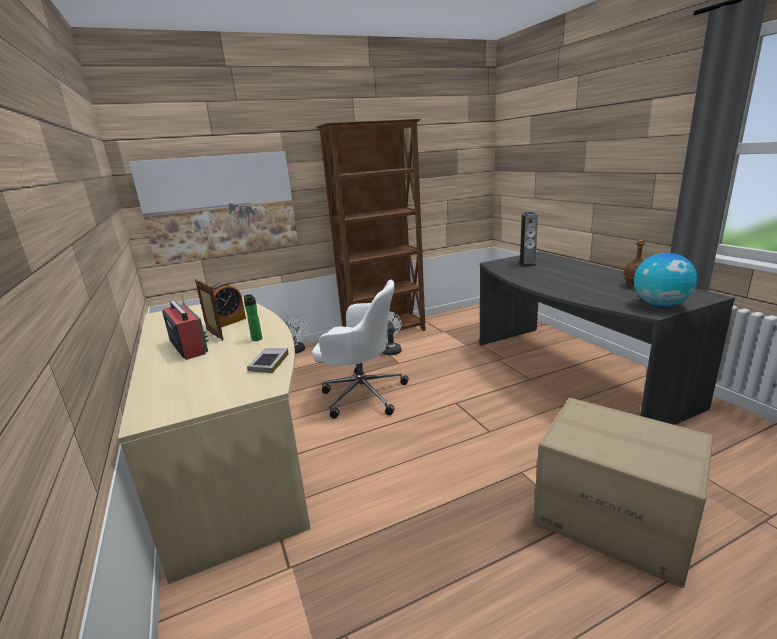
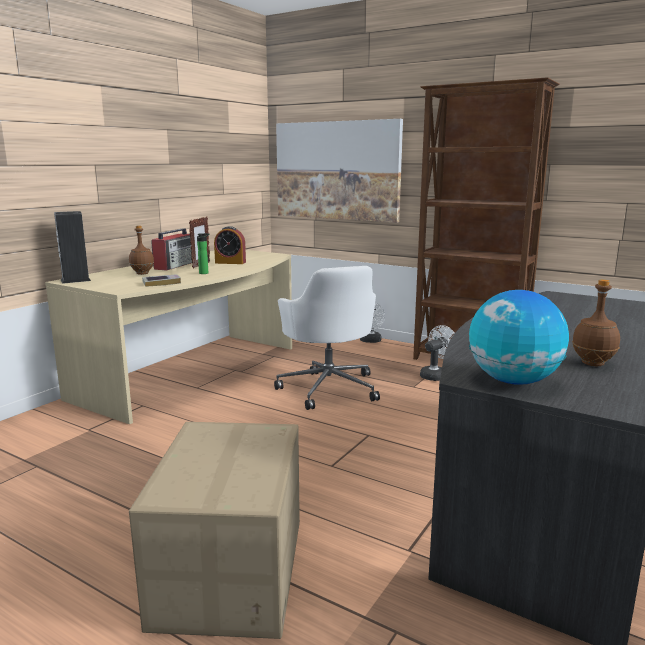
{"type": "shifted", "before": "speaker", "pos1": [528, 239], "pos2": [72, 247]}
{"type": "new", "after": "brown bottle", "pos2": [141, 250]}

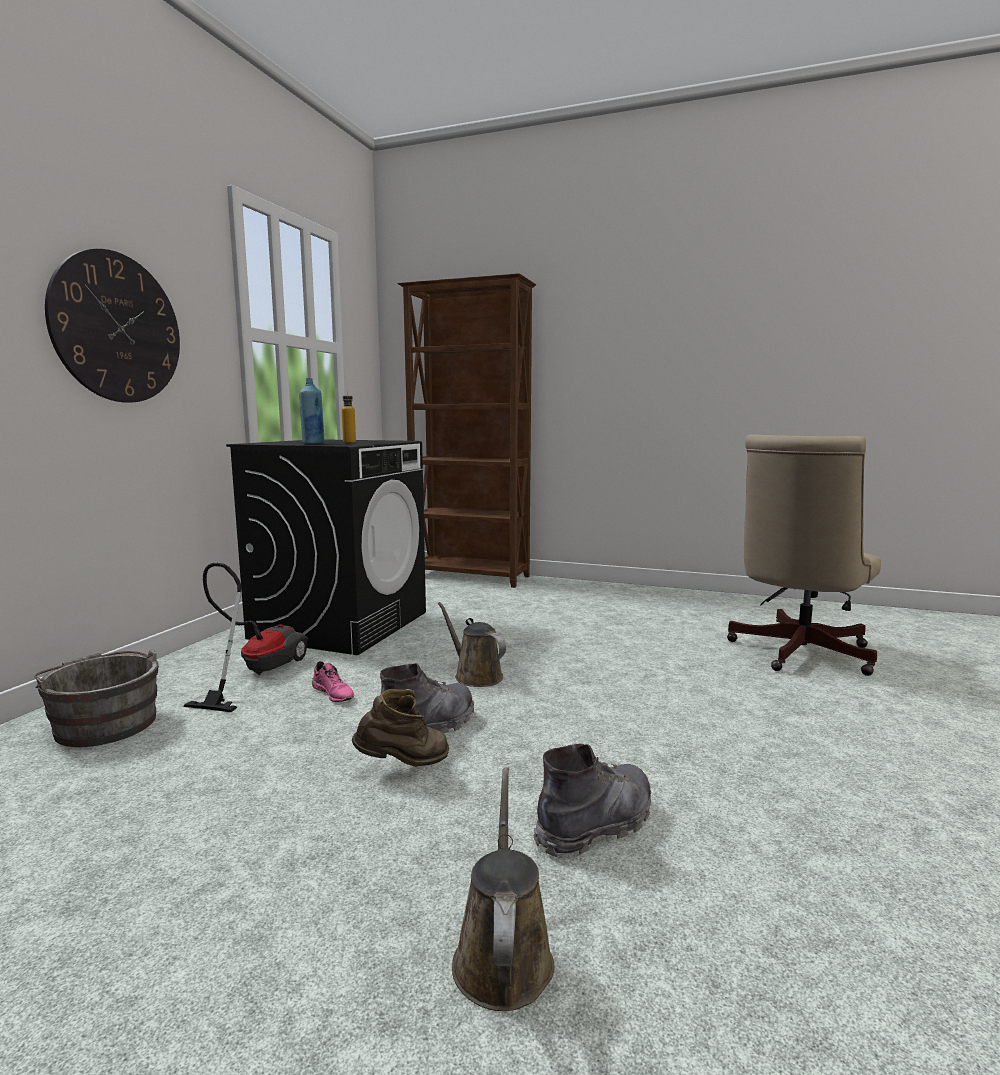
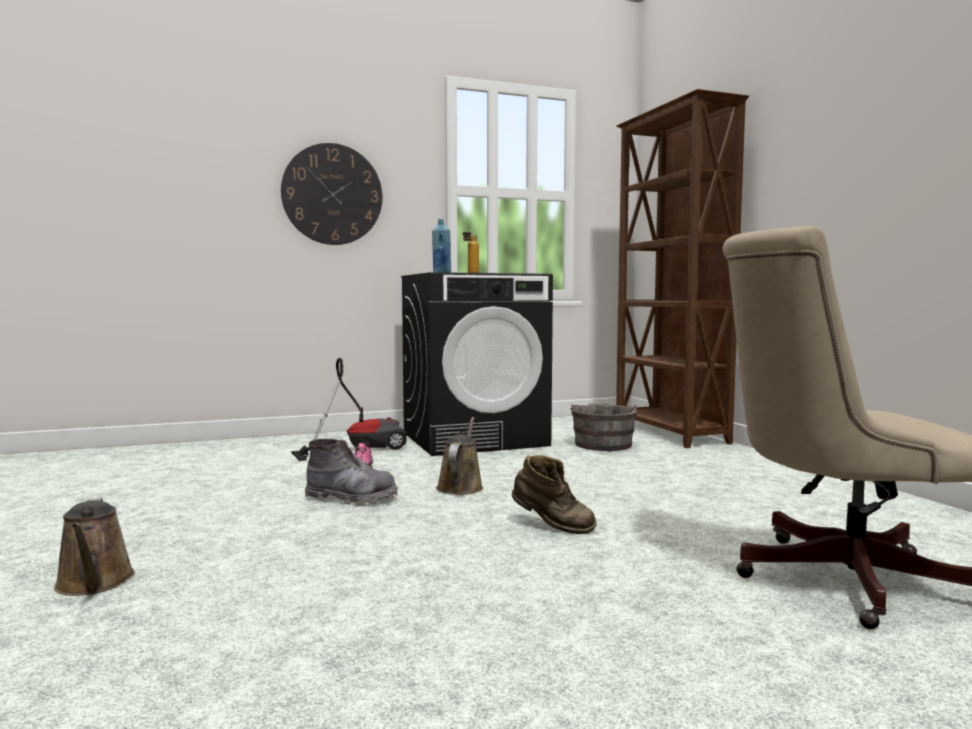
{"type": "rotated", "before": "brown watering can", "pos1": [503, 889], "pos2": [94, 547], "turn": 105}
{"type": "shifted", "before": "brown boot", "pos1": [400, 728], "pos2": [554, 494]}
{"type": "shifted", "before": "grey bucket", "pos1": [96, 698], "pos2": [603, 427]}
{"type": "gone", "before": "grey boot", "pos1": [592, 801]}

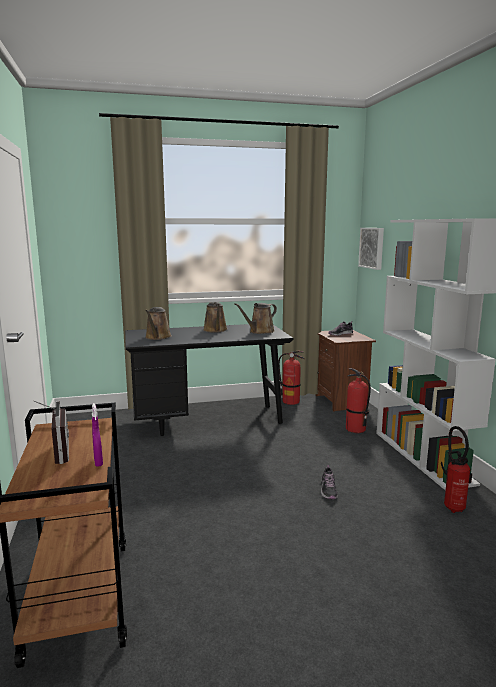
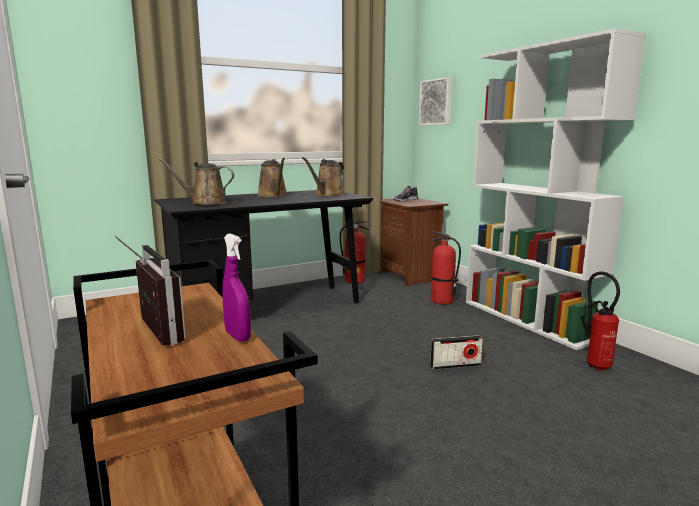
{"type": "rotated", "before": "brown watering can", "pos1": [158, 323], "pos2": [196, 181], "turn": 105}
{"type": "swapped", "before": "shoe", "after": "radio", "pos1": [329, 482], "pos2": [456, 352]}

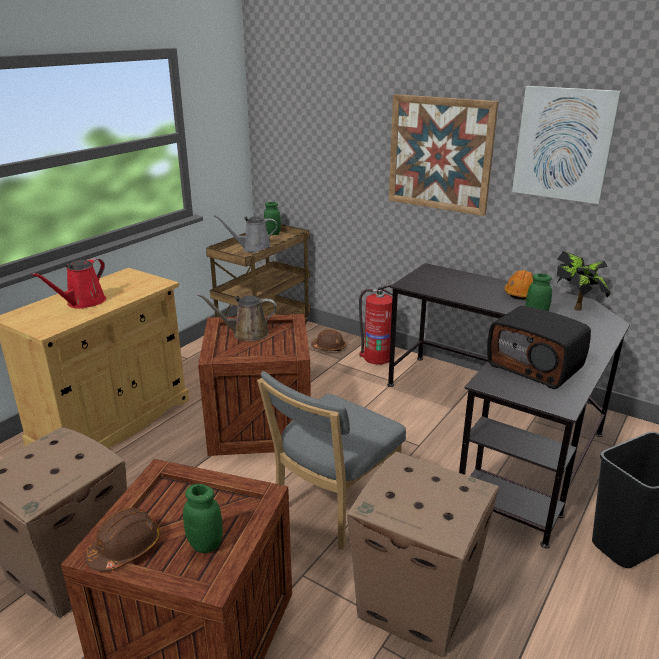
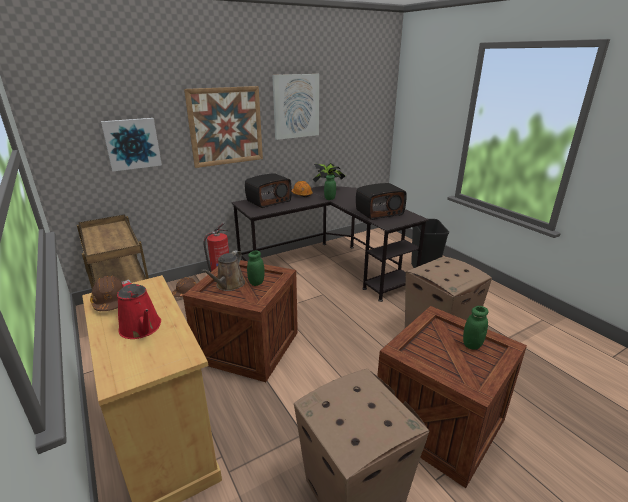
{"type": "shifted", "before": "brown hard hat", "pos1": [122, 540], "pos2": [106, 293]}
{"type": "new", "after": "picture", "pos2": [131, 144]}
{"type": "new", "after": "radio", "pos2": [268, 190]}
{"type": "shifted", "before": "green jar", "pos1": [272, 218], "pos2": [256, 268]}
{"type": "gone", "before": "grey watering can", "pos1": [246, 234]}
{"type": "gone", "before": "grey chair", "pos1": [331, 460]}

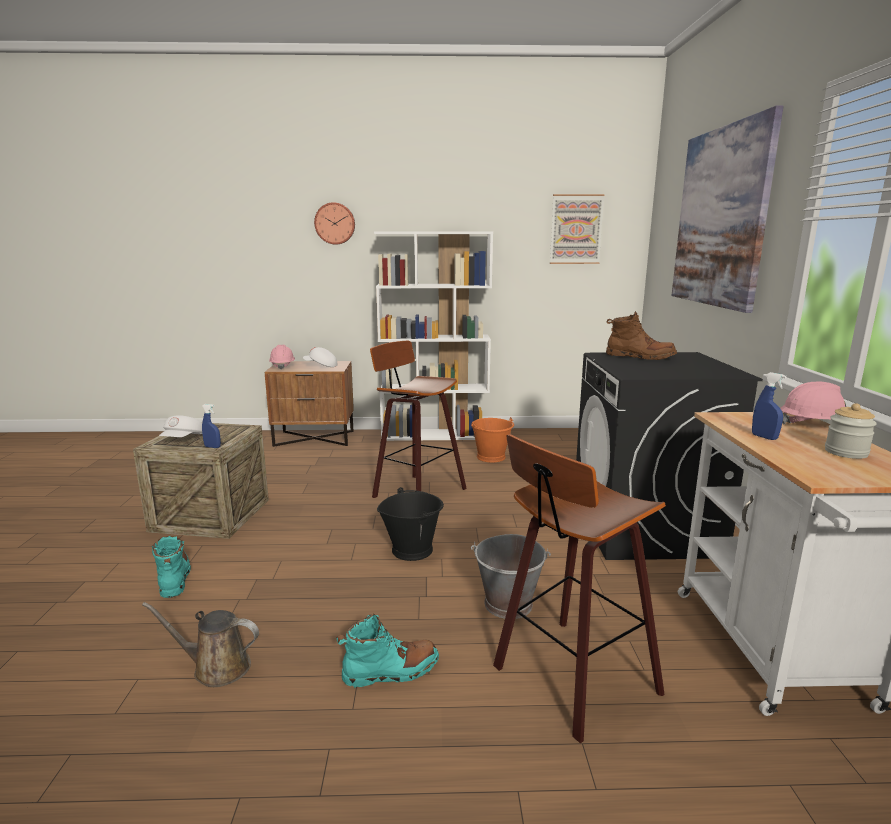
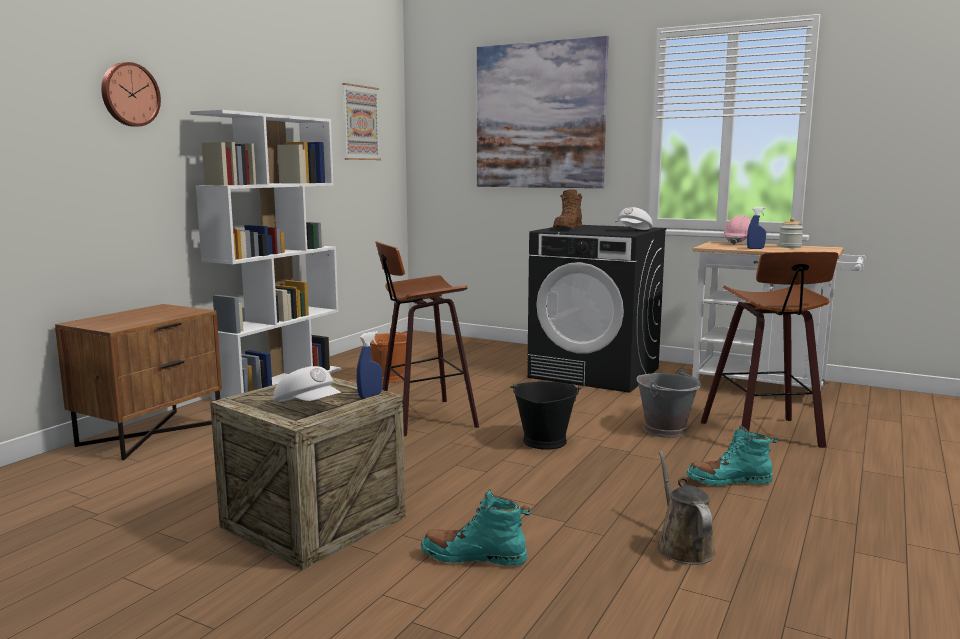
{"type": "rotated", "before": "brown boot", "pos1": [641, 335], "pos2": [567, 209], "turn": 150}
{"type": "shifted", "before": "white cap", "pos1": [320, 357], "pos2": [634, 218]}
{"type": "rotated", "before": "brown watering can", "pos1": [200, 644], "pos2": [686, 508], "turn": 135}
{"type": "rotated", "before": "turquoise boot", "pos1": [387, 651], "pos2": [732, 455], "turn": -105}
{"type": "gone", "before": "pink hard hat", "pos1": [282, 357]}

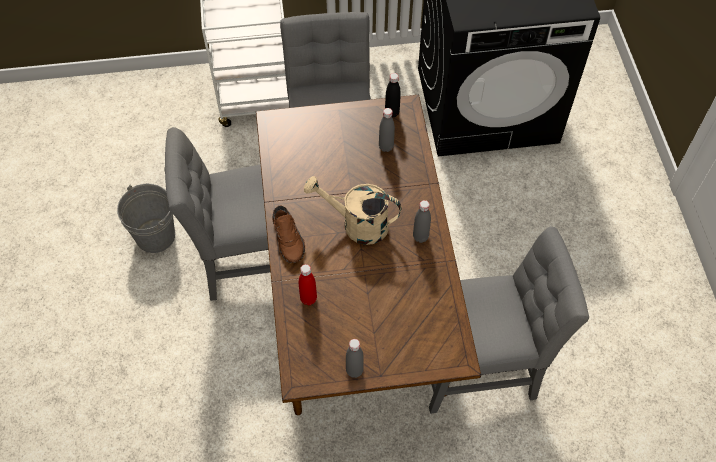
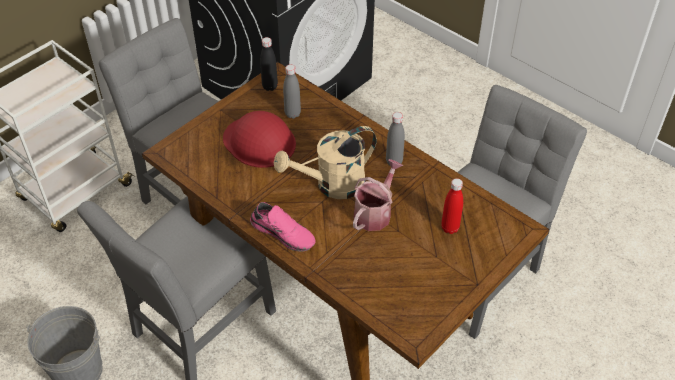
{"type": "new", "after": "red hard hat", "pos2": [259, 139]}
{"type": "repainted", "before": "brown shoe", "after": "pink shoe", "pos1": [289, 234], "pos2": [283, 227]}
{"type": "new", "after": "watering can", "pos2": [378, 195]}
{"type": "shifted", "before": "red bottle", "pos1": [308, 284], "pos2": [452, 206]}
{"type": "gone", "before": "grey bottle", "pos1": [355, 358]}

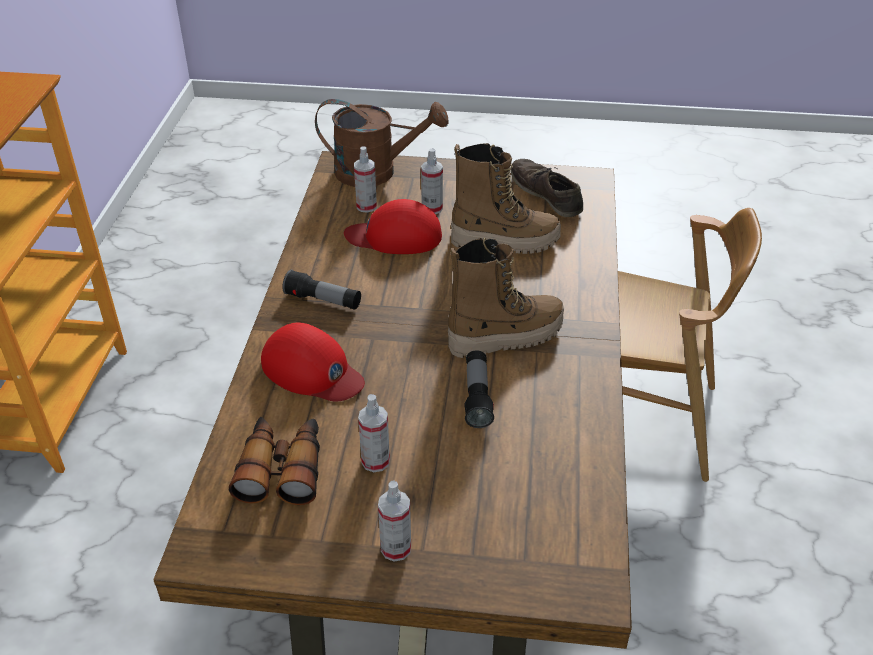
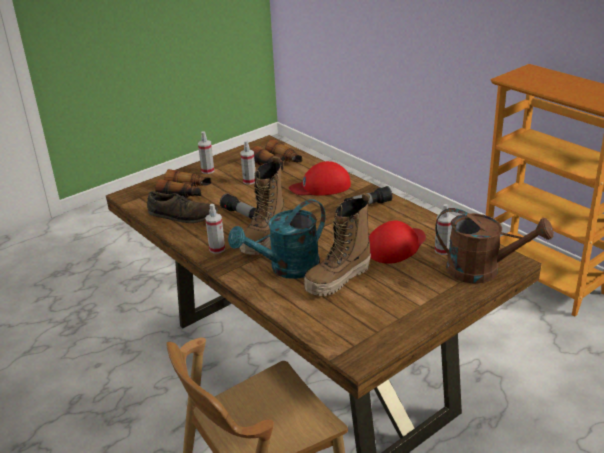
{"type": "shifted", "before": "brown shoe", "pos1": [547, 188], "pos2": [182, 207]}
{"type": "new", "after": "binoculars", "pos2": [183, 183]}
{"type": "shifted", "before": "spray bottle", "pos1": [432, 181], "pos2": [215, 229]}
{"type": "new", "after": "turquoise watering can", "pos2": [276, 239]}
{"type": "rotated", "before": "brown watering can", "pos1": [381, 143], "pos2": [494, 246], "turn": -120}

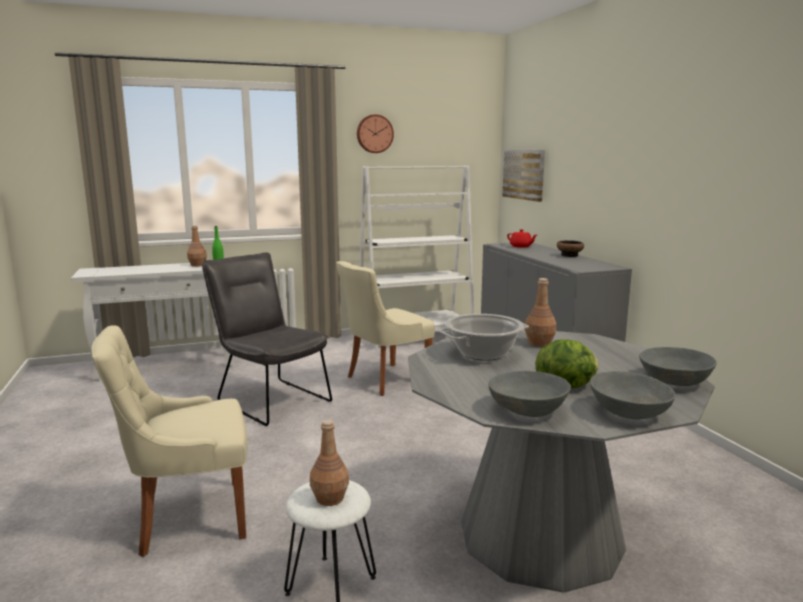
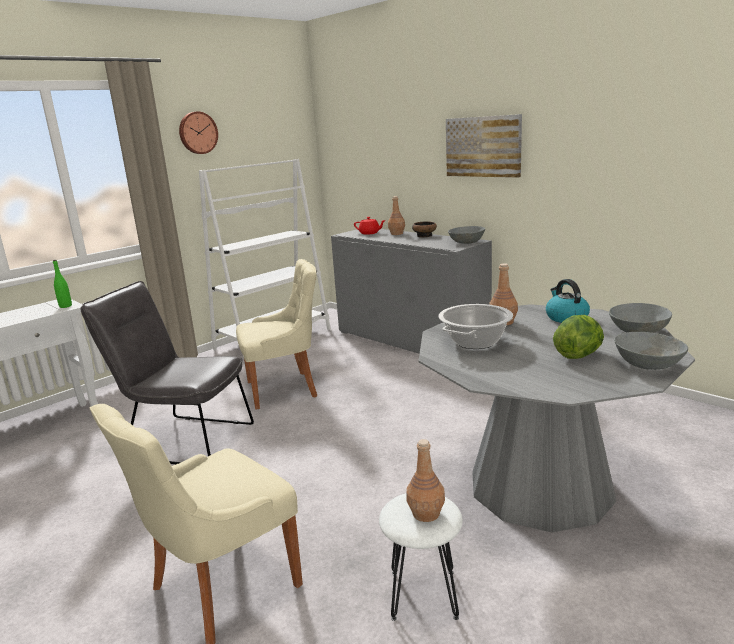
{"type": "rotated", "before": "beige chair", "pos1": [385, 328], "pos2": [276, 334], "turn": -135}
{"type": "shifted", "before": "brown bottle", "pos1": [197, 246], "pos2": [396, 215]}
{"type": "shifted", "before": "picture", "pos1": [523, 176], "pos2": [484, 146]}
{"type": "shifted", "before": "grey bowl", "pos1": [530, 394], "pos2": [466, 235]}
{"type": "new", "after": "kettle", "pos2": [568, 301]}

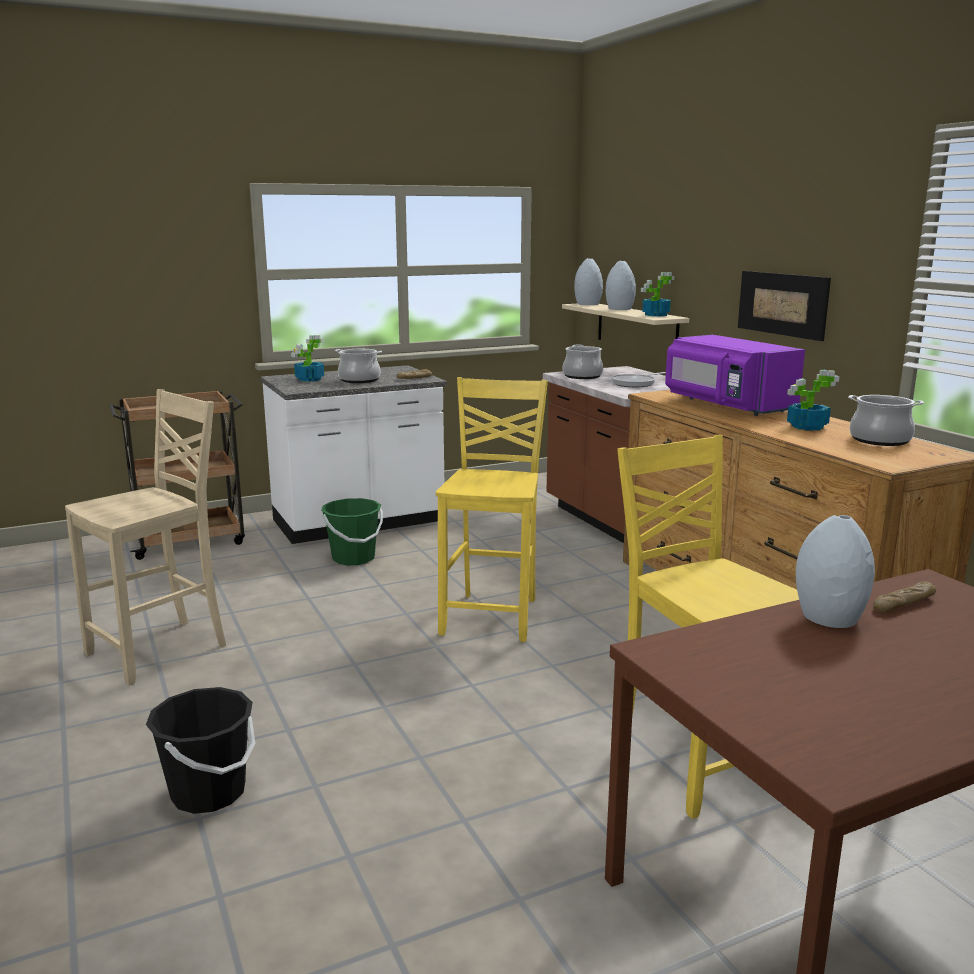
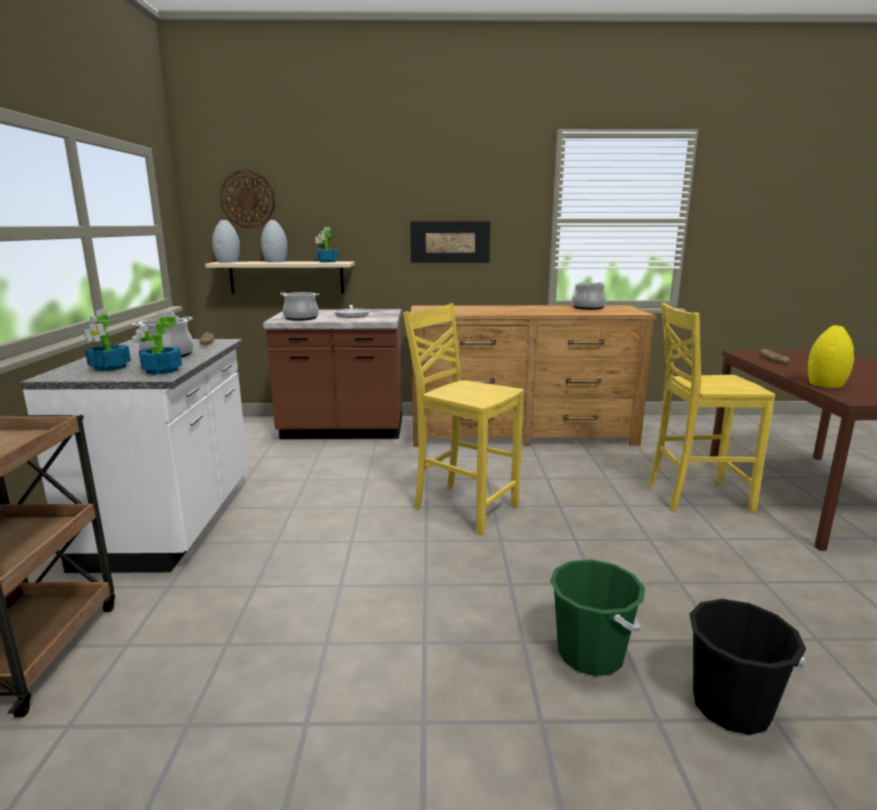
{"type": "shifted", "before": "potted plant", "pos1": [813, 400], "pos2": [157, 343]}
{"type": "new", "after": "wall clock", "pos2": [247, 199]}
{"type": "shifted", "before": "green bucket", "pos1": [352, 531], "pos2": [597, 617]}
{"type": "new", "after": "yellow vase", "pos2": [831, 356]}
{"type": "gone", "before": "beige chair", "pos1": [145, 537]}
{"type": "gone", "before": "purple microwave", "pos1": [735, 375]}
{"type": "gone", "before": "grey vase", "pos1": [835, 571]}

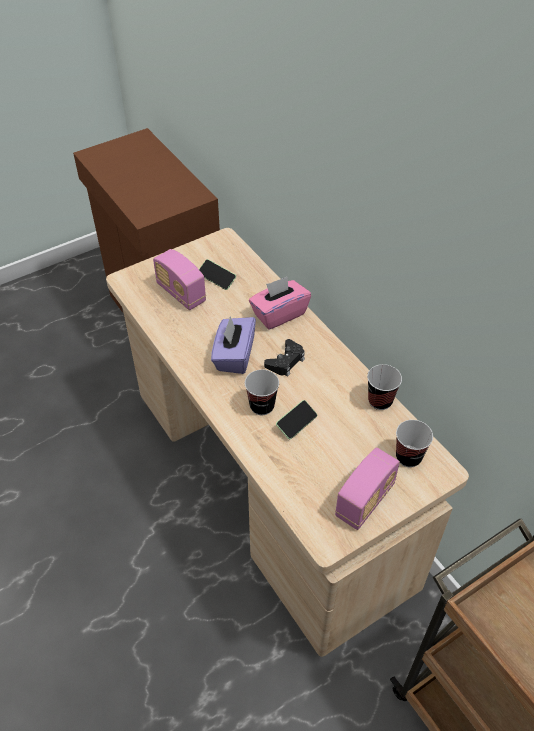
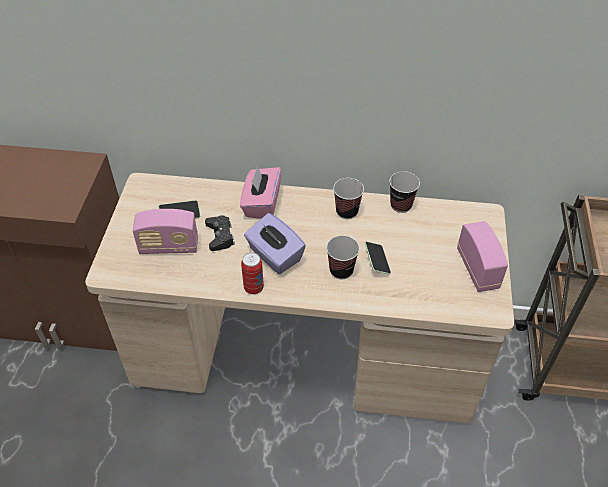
{"type": "shifted", "before": "black game controller", "pos1": [284, 358], "pos2": [220, 233]}
{"type": "new", "after": "can", "pos2": [252, 273]}
{"type": "shifted", "before": "cup", "pos1": [414, 444], "pos2": [348, 198]}

